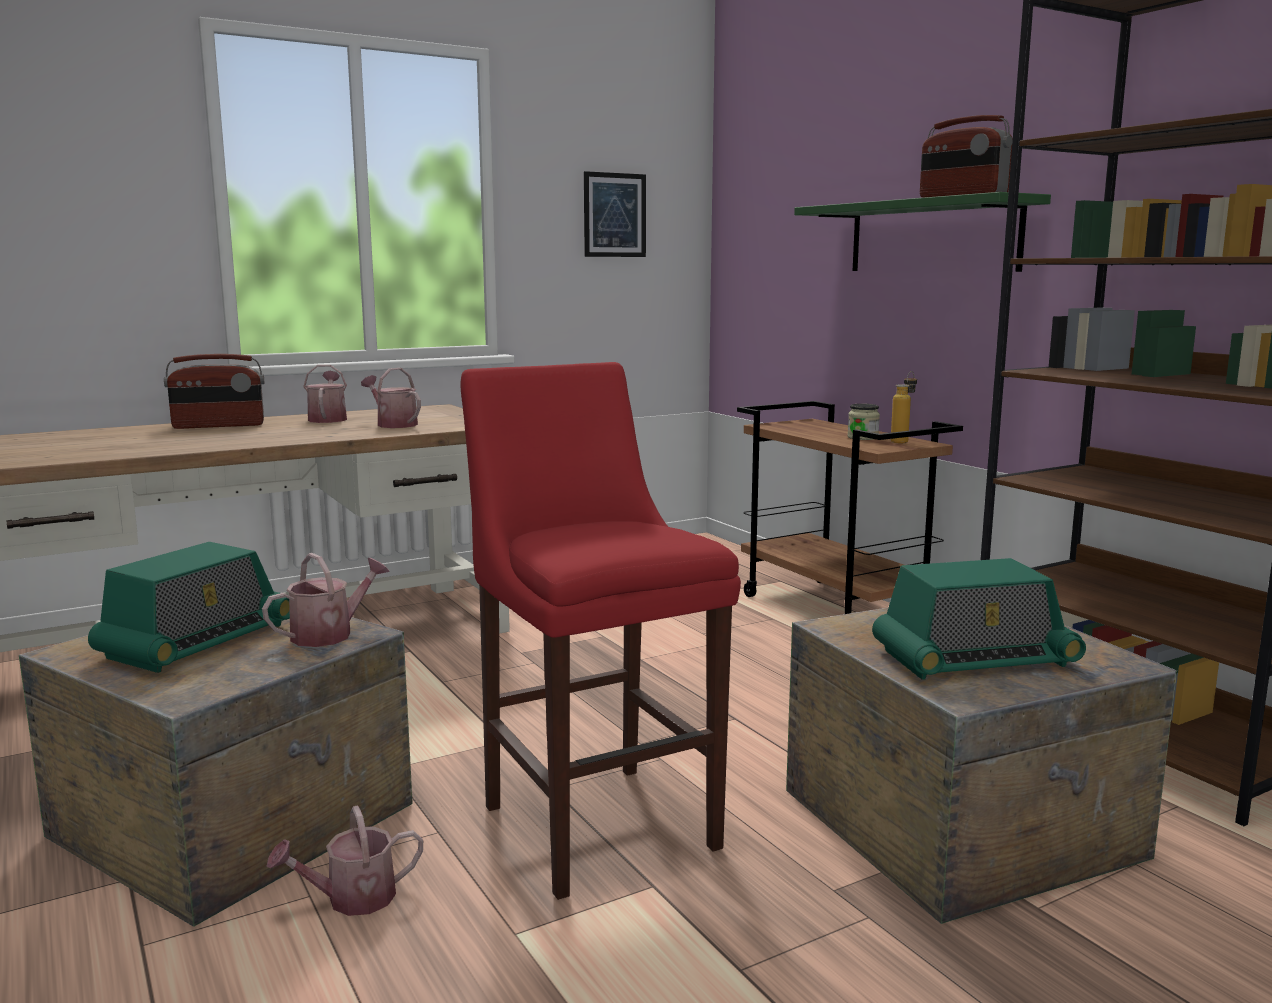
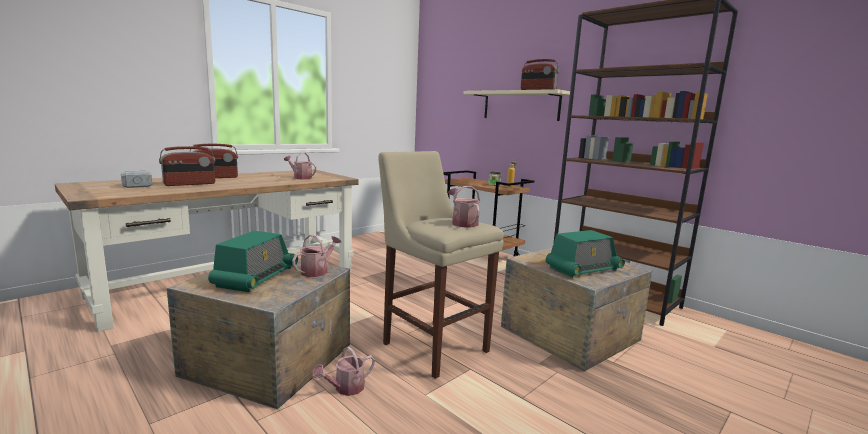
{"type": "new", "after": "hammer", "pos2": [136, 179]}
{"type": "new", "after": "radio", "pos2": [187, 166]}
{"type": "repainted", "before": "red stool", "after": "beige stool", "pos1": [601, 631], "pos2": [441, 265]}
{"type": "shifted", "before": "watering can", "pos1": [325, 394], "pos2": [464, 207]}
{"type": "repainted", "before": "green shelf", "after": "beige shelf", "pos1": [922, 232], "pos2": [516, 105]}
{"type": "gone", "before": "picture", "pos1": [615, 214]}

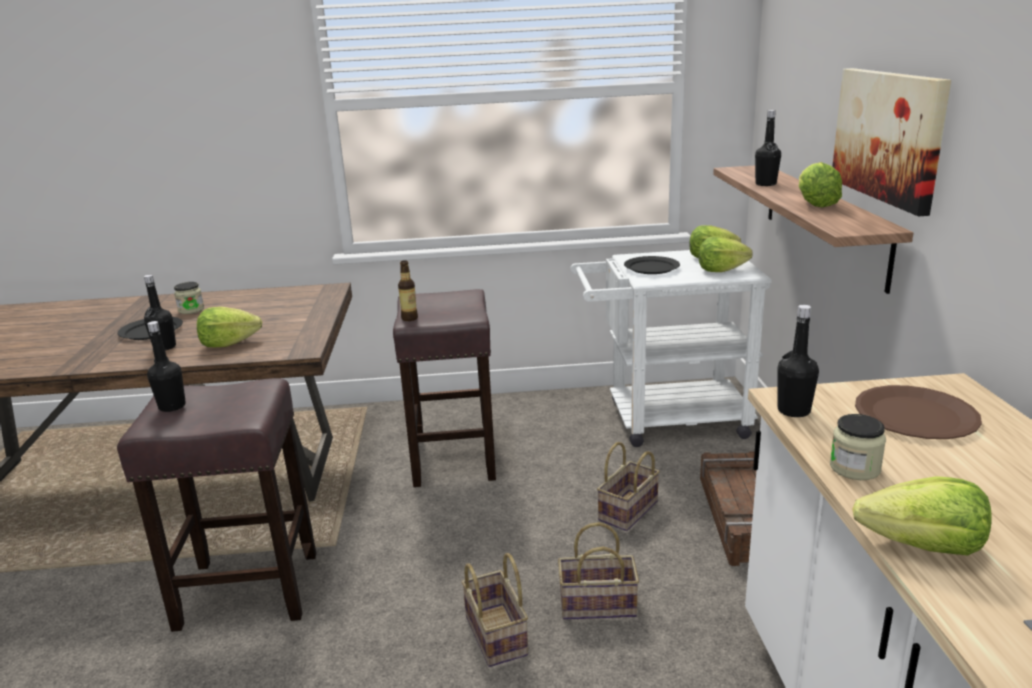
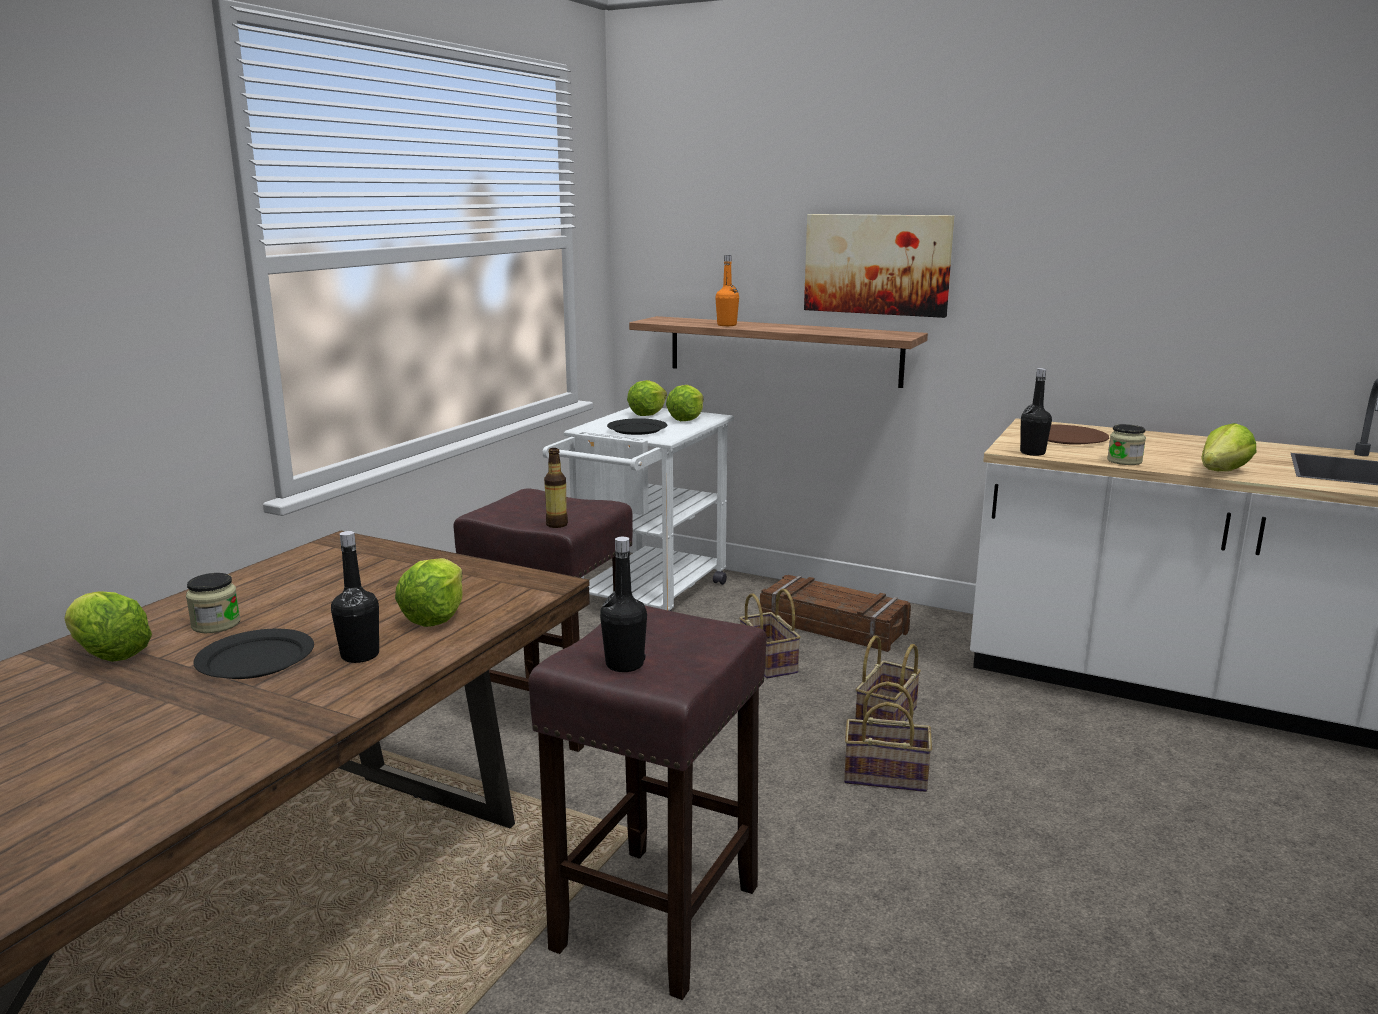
{"type": "shifted", "before": "lettuce", "pos1": [820, 184], "pos2": [108, 626]}
{"type": "repainted", "before": "black bottle", "after": "orange bottle", "pos1": [768, 148], "pos2": [727, 290]}

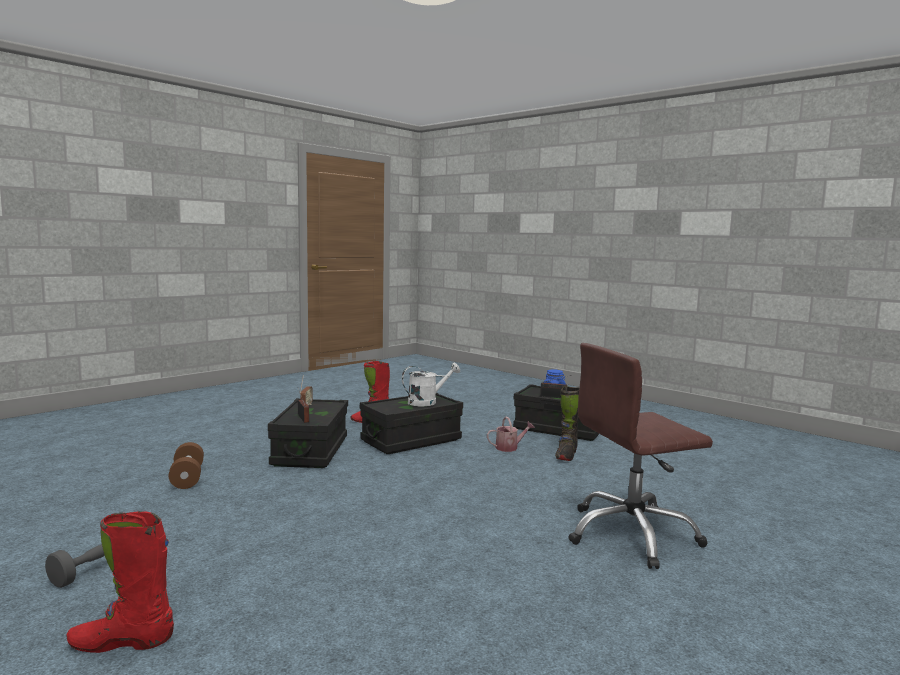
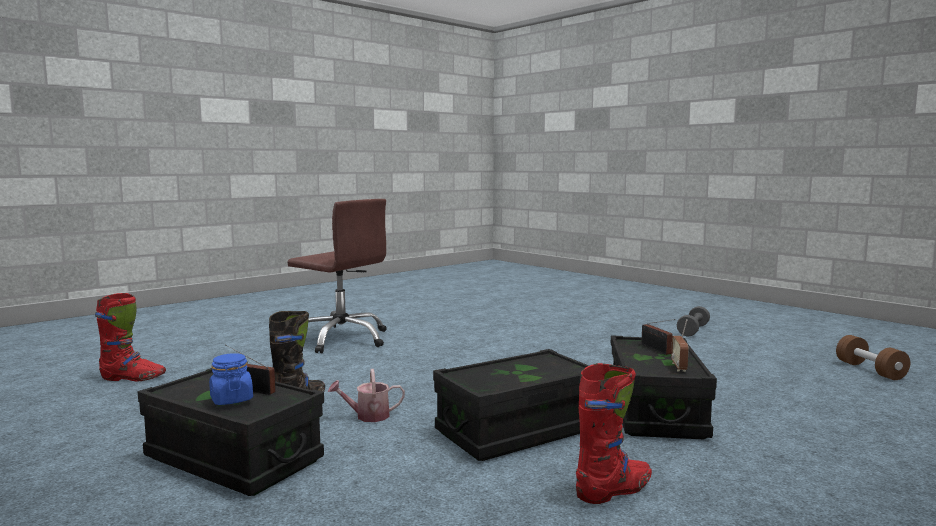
{"type": "shifted", "before": "red boot", "pos1": [120, 582], "pos2": [130, 337]}
{"type": "rotated", "before": "brown office chair", "pos1": [641, 456], "pos2": [336, 276], "turn": 45}
{"type": "shifted", "before": "brown dumbbell", "pos1": [186, 465], "pos2": [873, 357]}
{"type": "gone", "before": "white watering can", "pos1": [431, 384]}

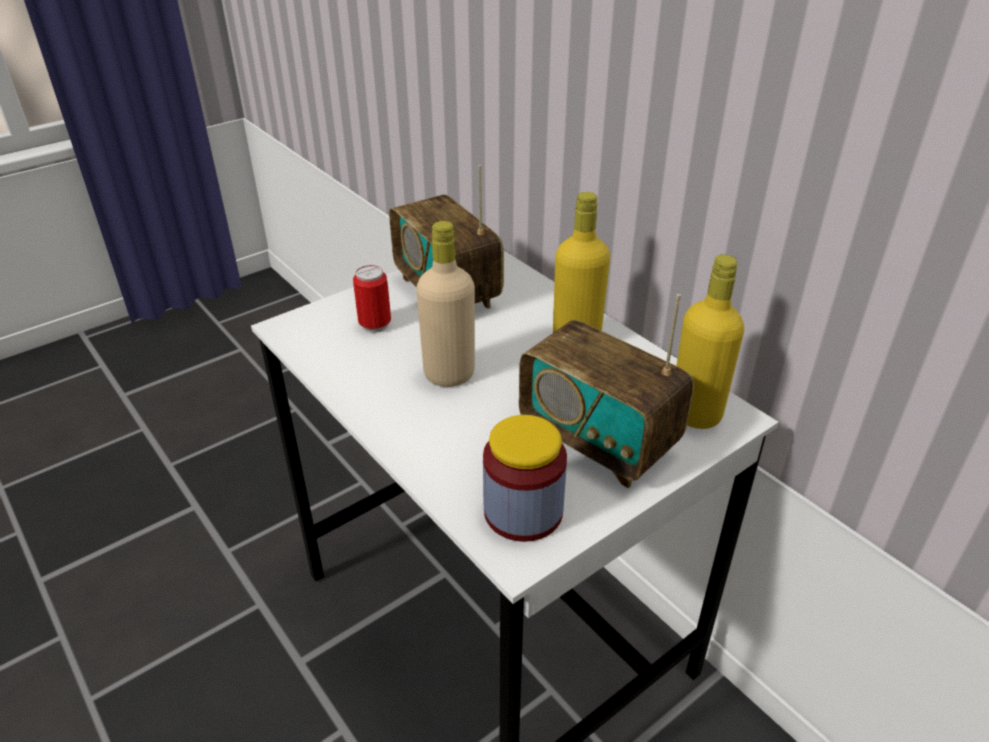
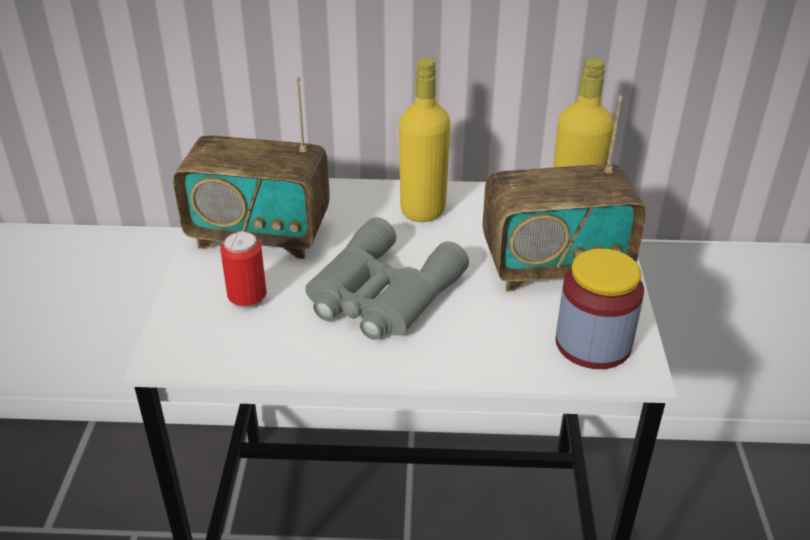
{"type": "swapped", "before": "beige bottle", "after": "grey binoculars", "pos1": [445, 304], "pos2": [387, 278]}

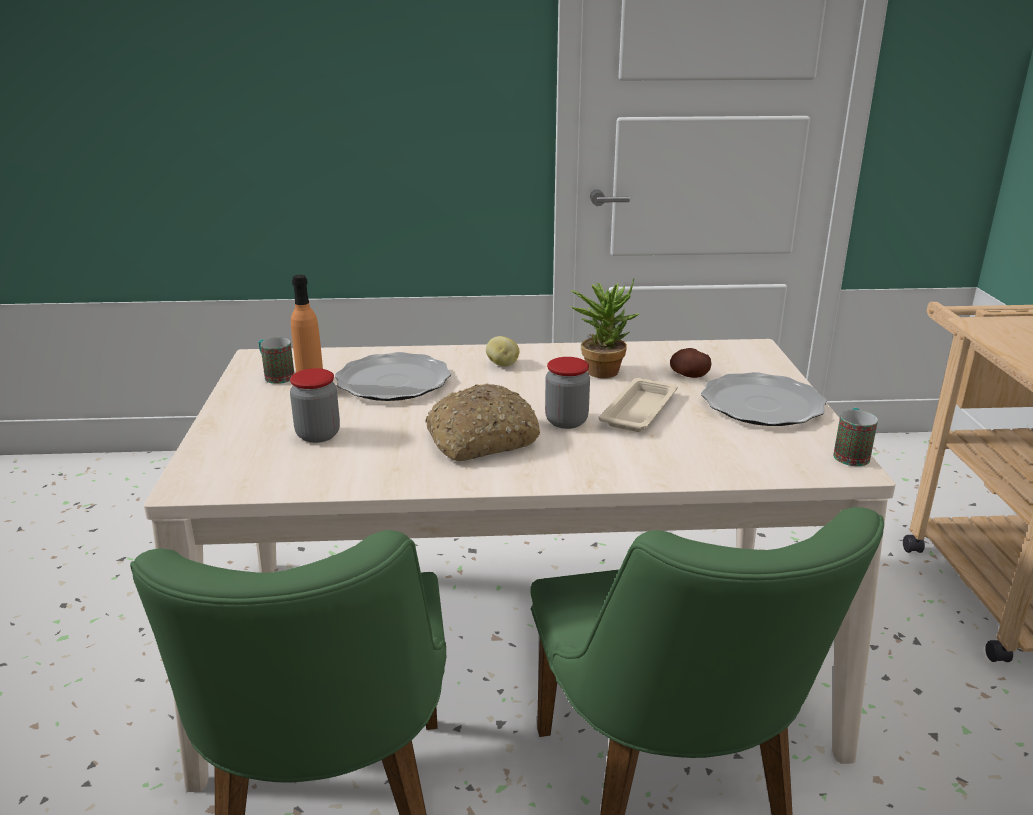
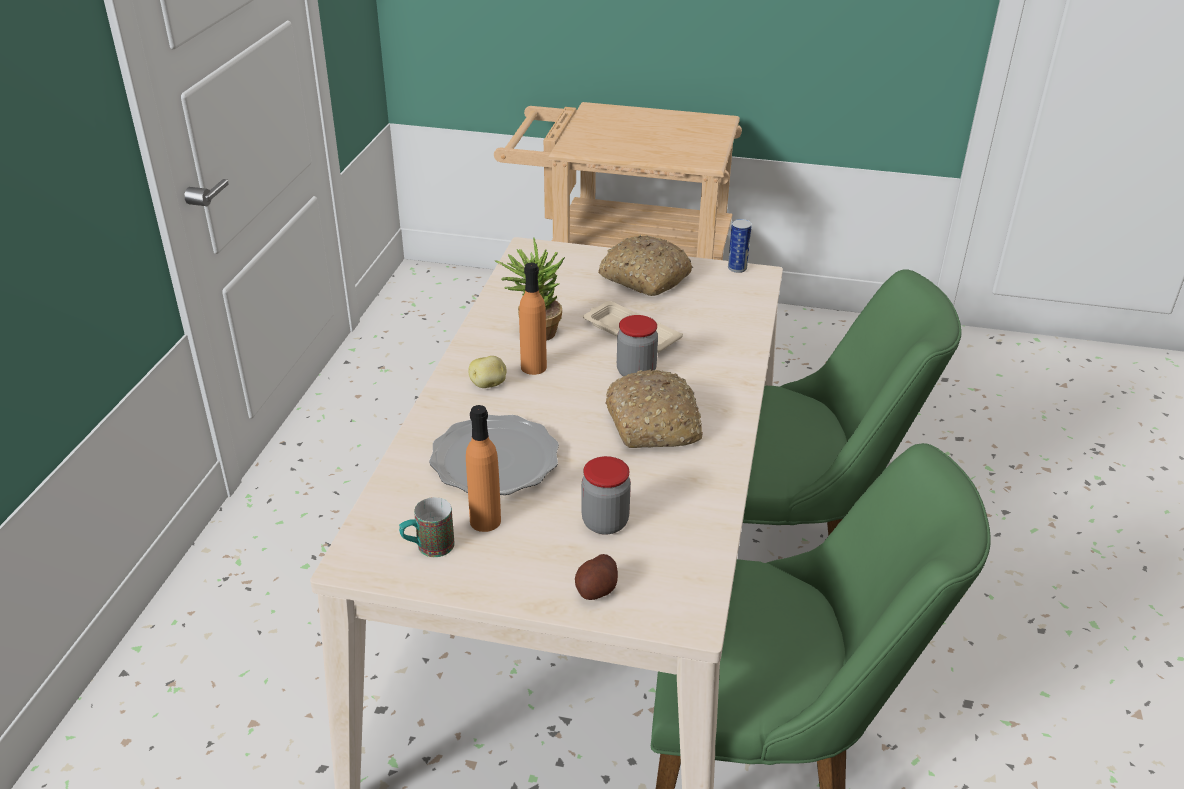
{"type": "new", "after": "orange bottle", "pos2": [533, 319]}
{"type": "shifted", "before": "potato", "pos1": [690, 363], "pos2": [596, 577]}
{"type": "swapped", "before": "plate", "after": "bread", "pos1": [764, 399], "pos2": [645, 265]}
{"type": "swapped", "before": "mug", "after": "can", "pos1": [855, 437], "pos2": [740, 246]}

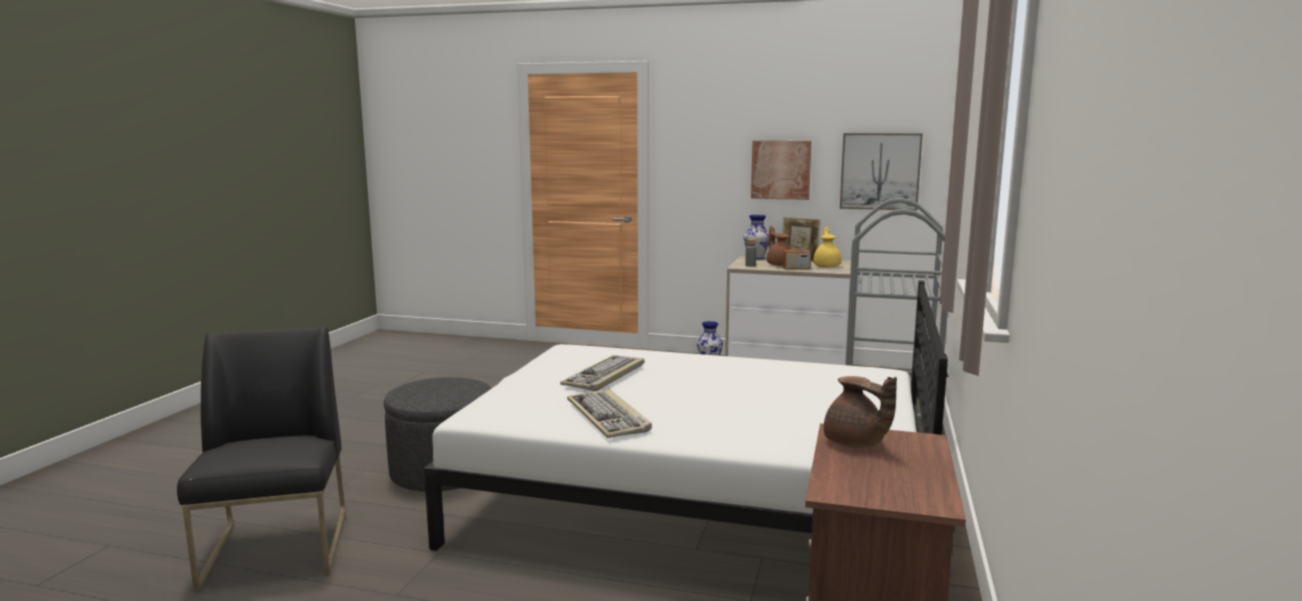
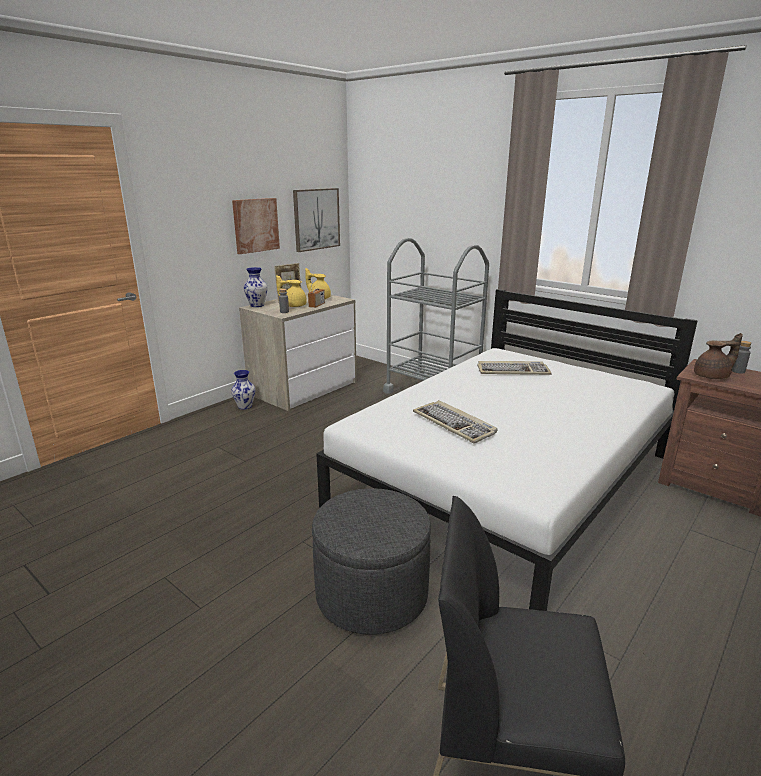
{"type": "repainted", "before": "brown teapot", "after": "yellow teapot", "pos1": [779, 246], "pos2": [291, 291]}
{"type": "shifted", "before": "keyboard", "pos1": [609, 413], "pos2": [514, 368]}
{"type": "new", "after": "grey bottle", "pos2": [742, 357]}

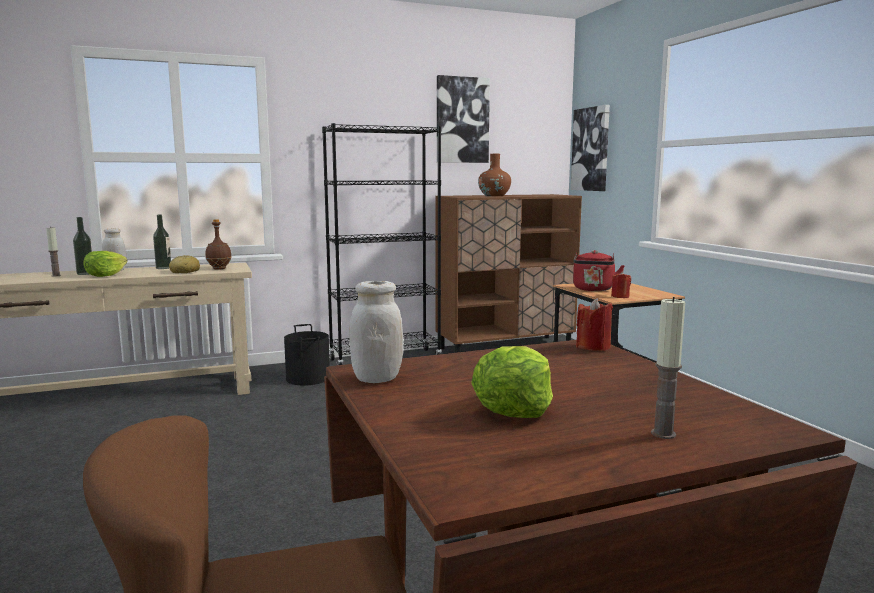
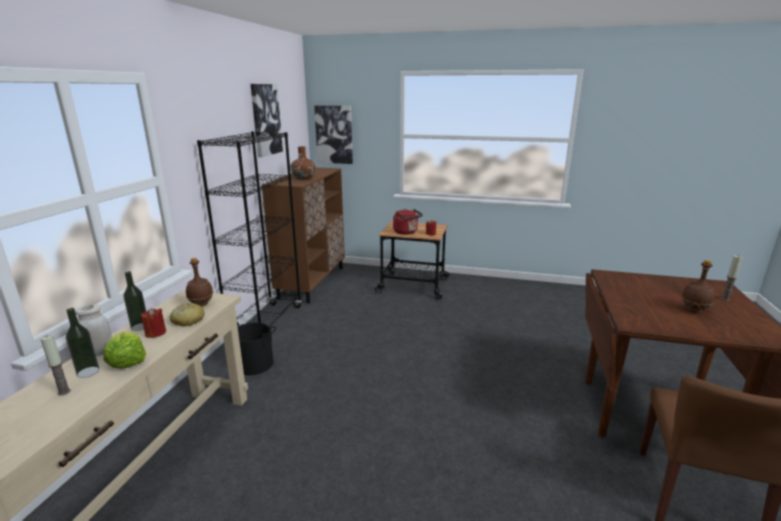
{"type": "shifted", "before": "red candle", "pos1": [594, 324], "pos2": [153, 323]}
{"type": "swapped", "before": "lettuce", "after": "brown bottle", "pos1": [512, 382], "pos2": [698, 286]}
{"type": "gone", "before": "white jar", "pos1": [376, 332]}

